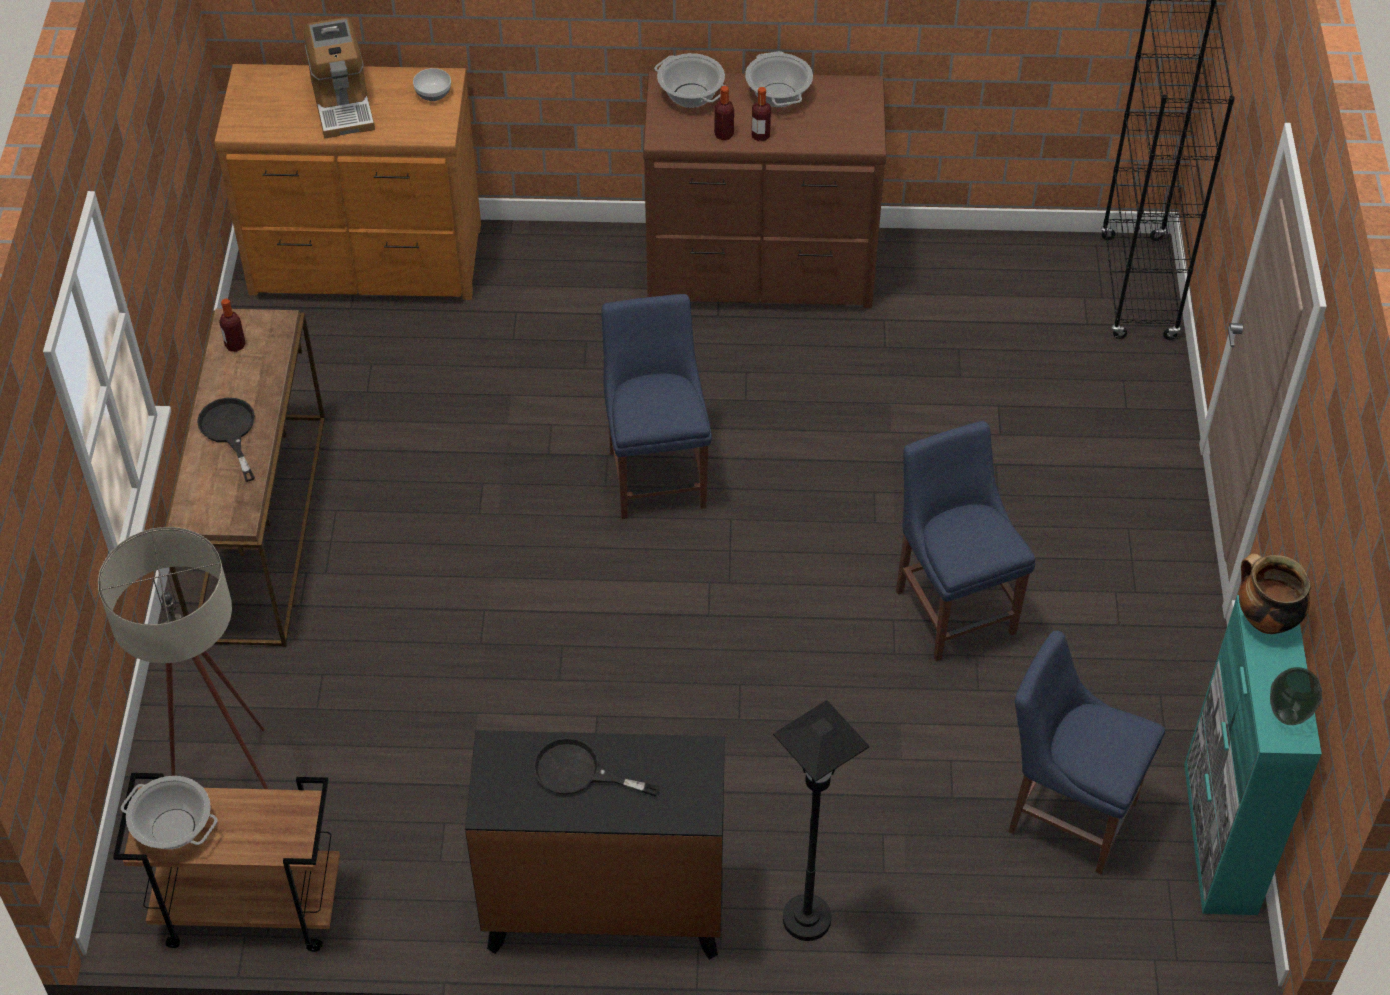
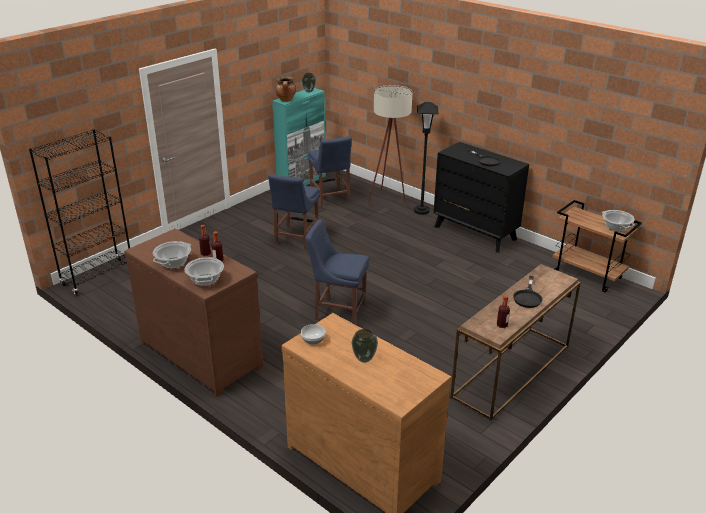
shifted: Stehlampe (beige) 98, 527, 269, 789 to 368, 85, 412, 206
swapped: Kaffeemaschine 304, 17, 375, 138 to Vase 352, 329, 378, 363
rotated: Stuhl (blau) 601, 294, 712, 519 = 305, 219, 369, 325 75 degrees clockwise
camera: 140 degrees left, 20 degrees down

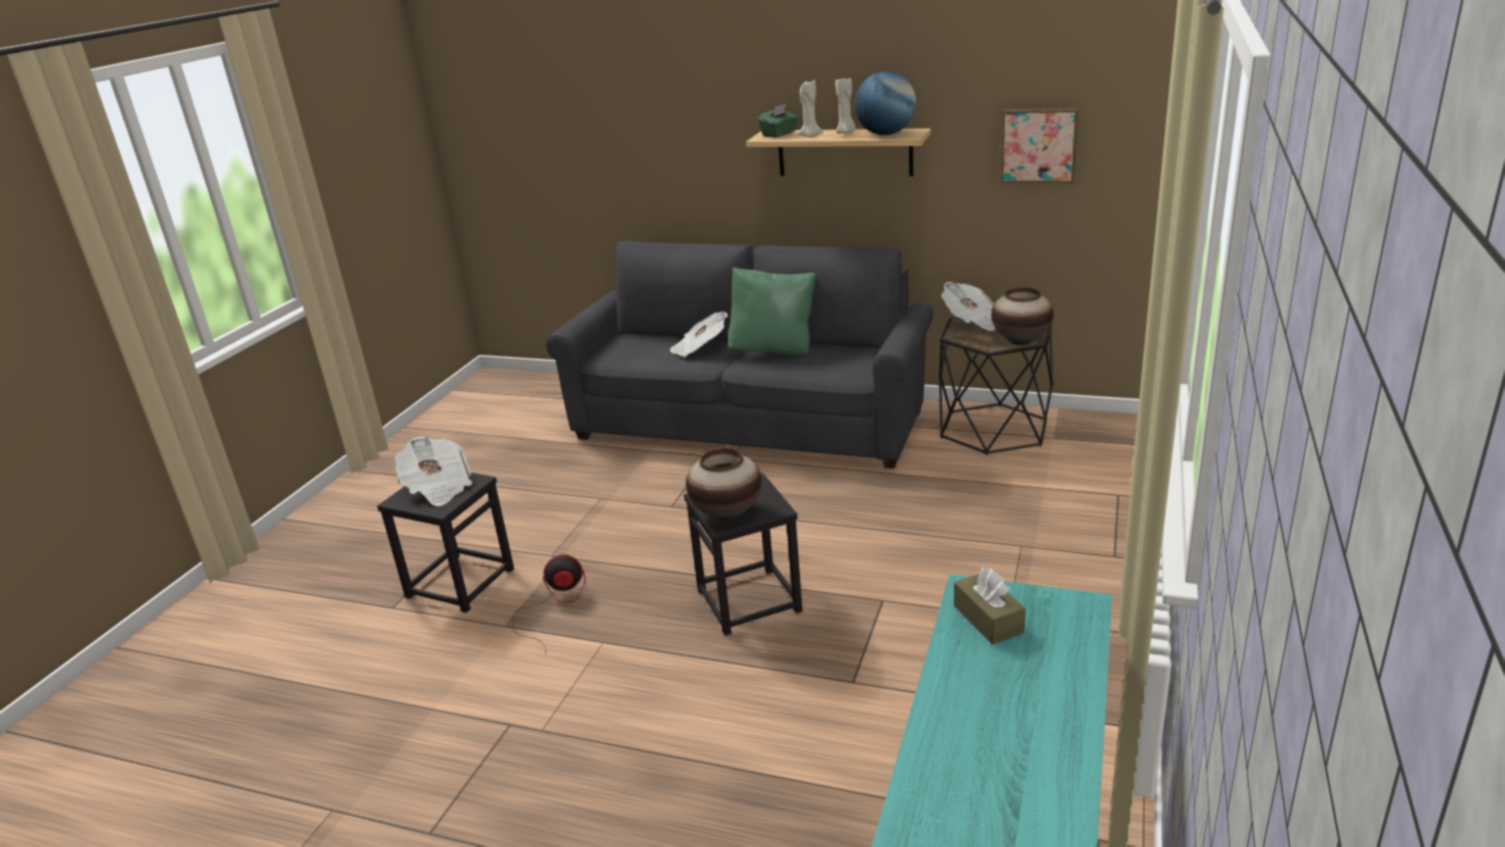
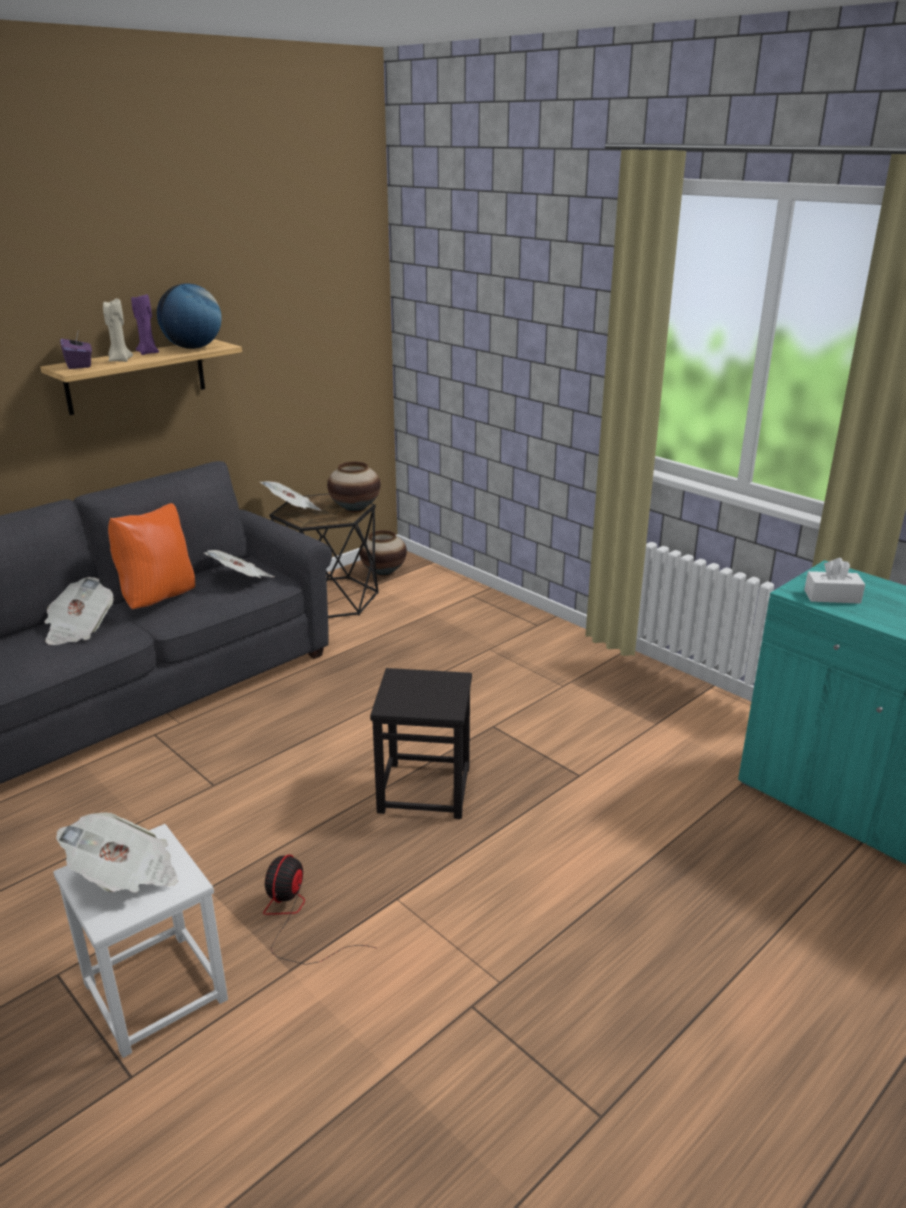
gone: Bild 1001, 108, 1078, 183
new: Zeitung 204, 550, 275, 578
shifted: Vase 686, 448, 762, 521 to 359, 530, 407, 576
repainted: Hocker (schwarz) 377, 473, 514, 613 to Hocker (weiß) 53, 824, 228, 1058; Taschentuchbox (grün) 758, 104, 798, 138 to Taschentuchbox (lila) 60, 333, 92, 369; Kissen (grün) 728, 267, 816, 355 to Kissen (orange) 108, 503, 195, 609; Kerze (beige) 835, 77, 856, 134 to Kerze (lila) 131, 294, 159, 355; Taschentuchbox (braun) 954, 567, 1026, 645 to Taschentuchbox (weiß) 804, 558, 865, 604
camera: 65 degrees left, 0 degrees up

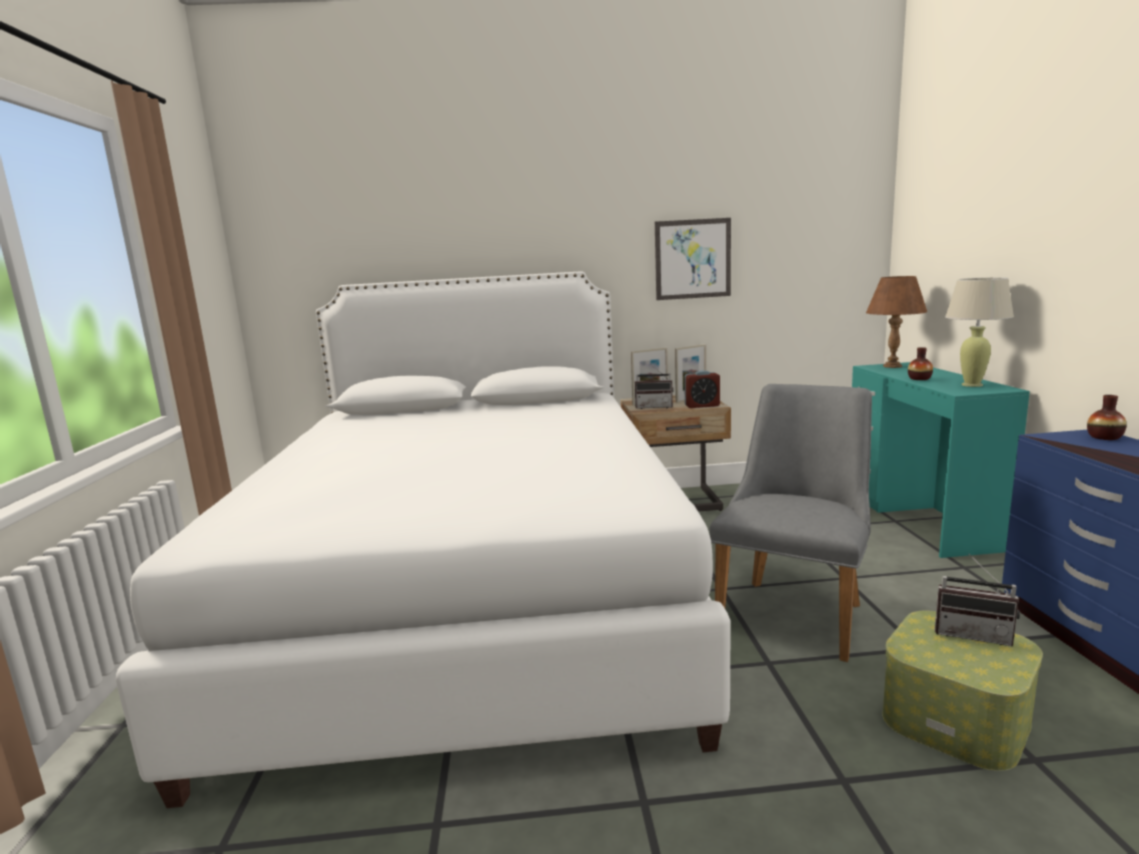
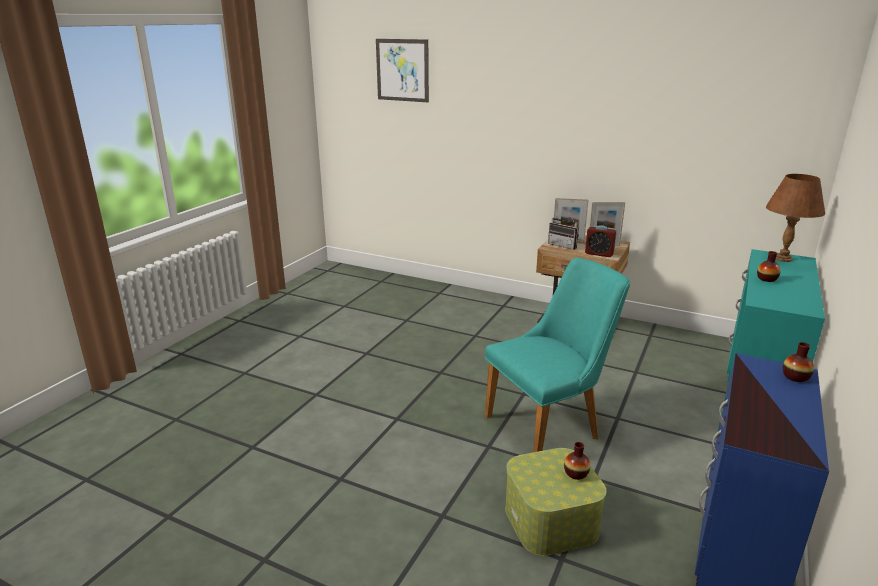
gone: Bett (weiß) 116, 271, 731, 808; Tischlampe (beige) 945, 277, 1014, 387
shifted: Bild 655, 218, 731, 300 to 376, 39, 429, 102
swapped: Radio 934, 554, 1020, 646 to Vase 564, 442, 590, 480
repainted: Stuhl (grau) 710, 384, 872, 662 to Stuhl (türkis) 485, 258, 630, 452
camera: 30 degrees right, 10 degrees up

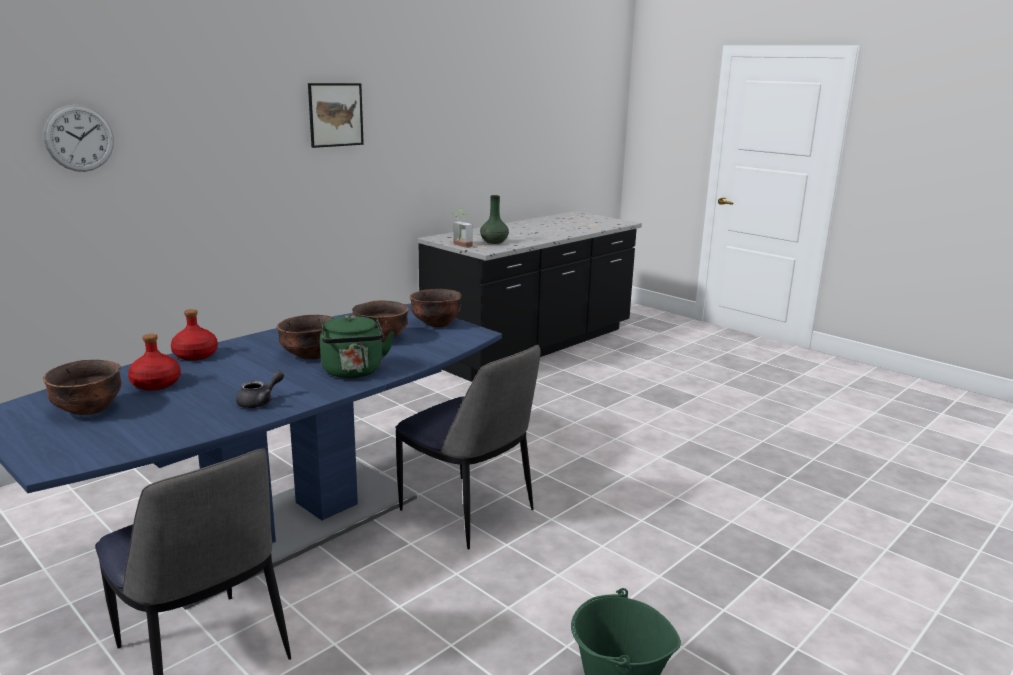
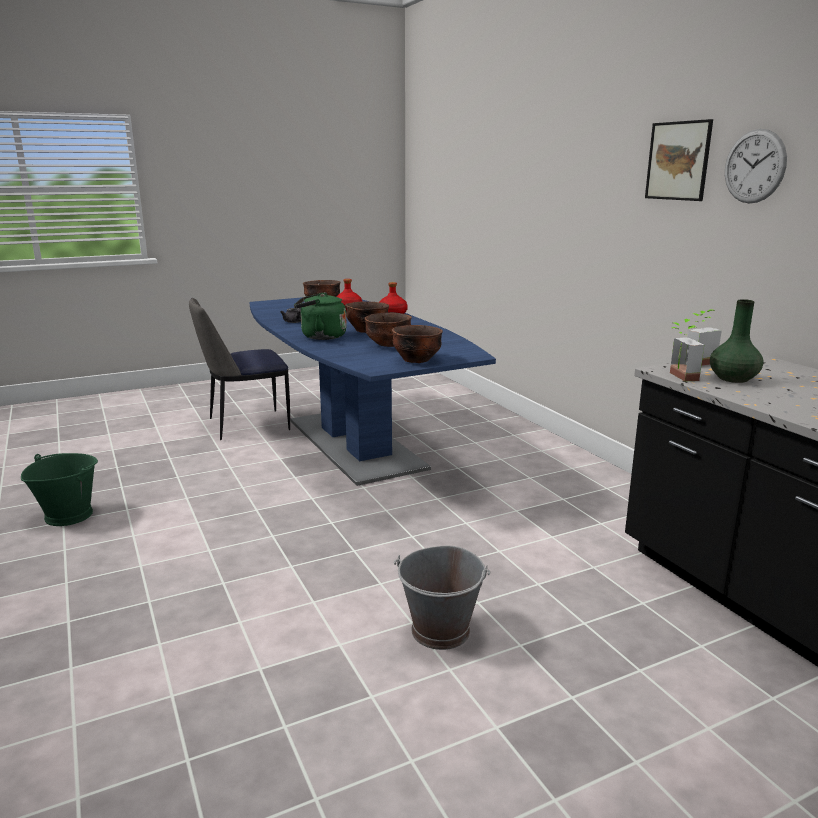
gone: Stuhl 395, 345, 541, 549
new: Eimer (grau) 394, 546, 490, 650; Topfpflanze 670, 319, 704, 382
shifted: Wanduhr 43, 105, 114, 172 to 725, 129, 787, 204
camera: 110 degrees right, 0 degrees up

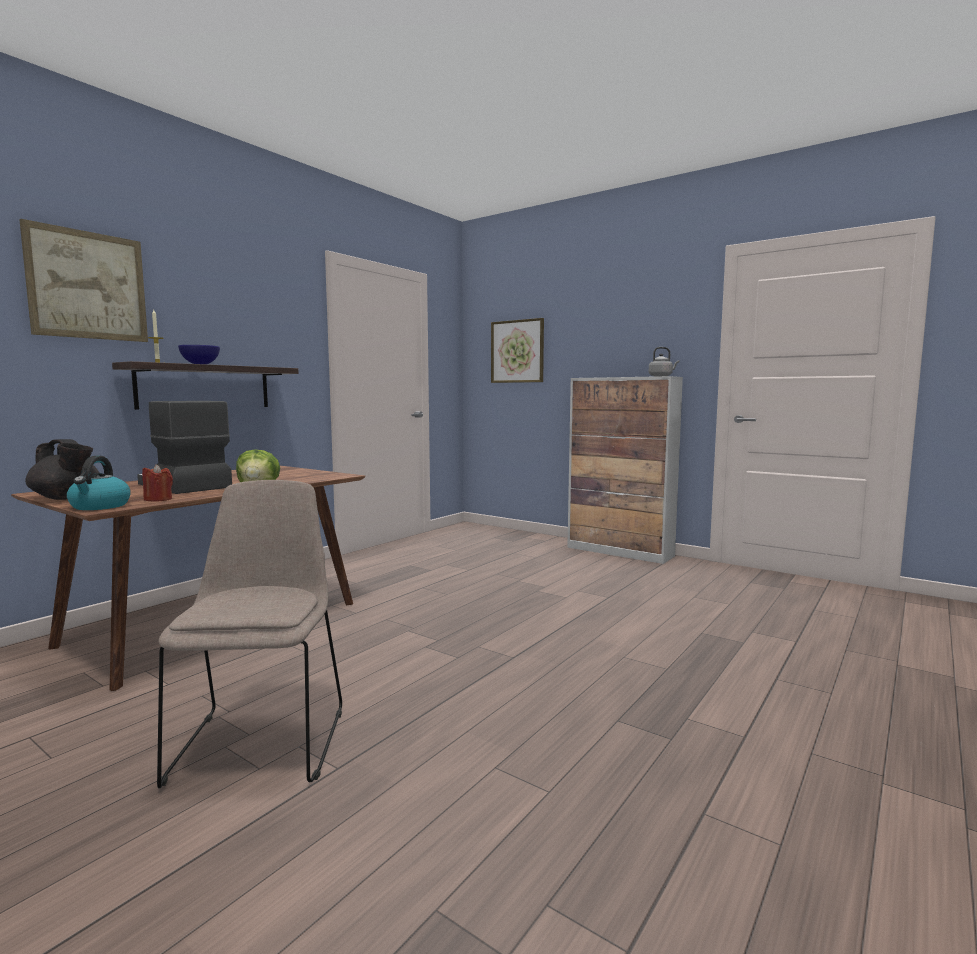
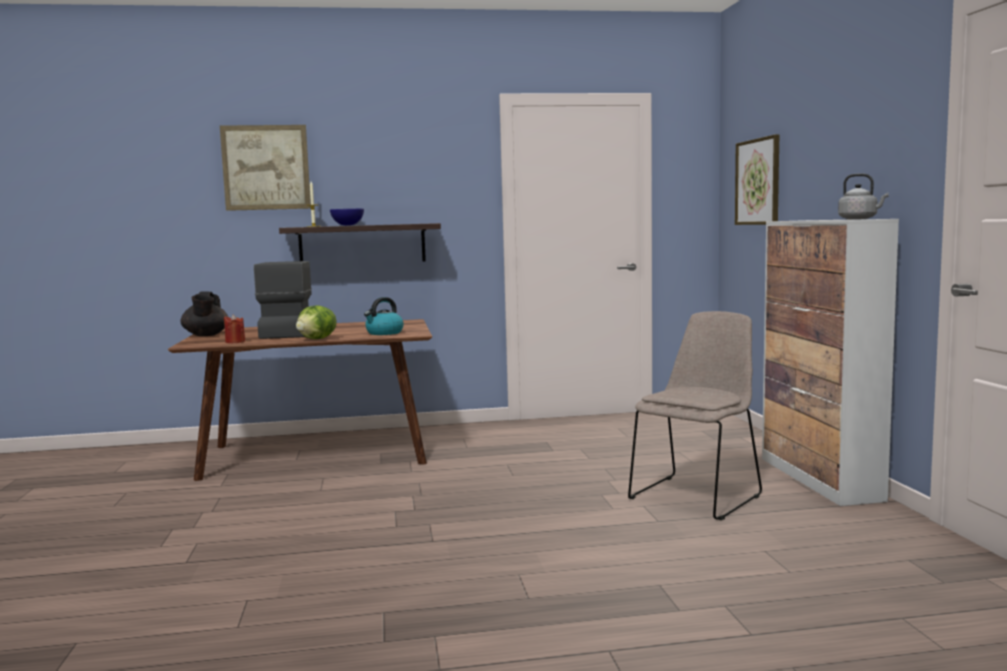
shifted: Wasserkessel 67, 456, 131, 510 to 364, 297, 404, 335; Stuhl (beige) 157, 480, 342, 789 to 628, 311, 762, 520
camera: 45 degrees right, 0 degrees up

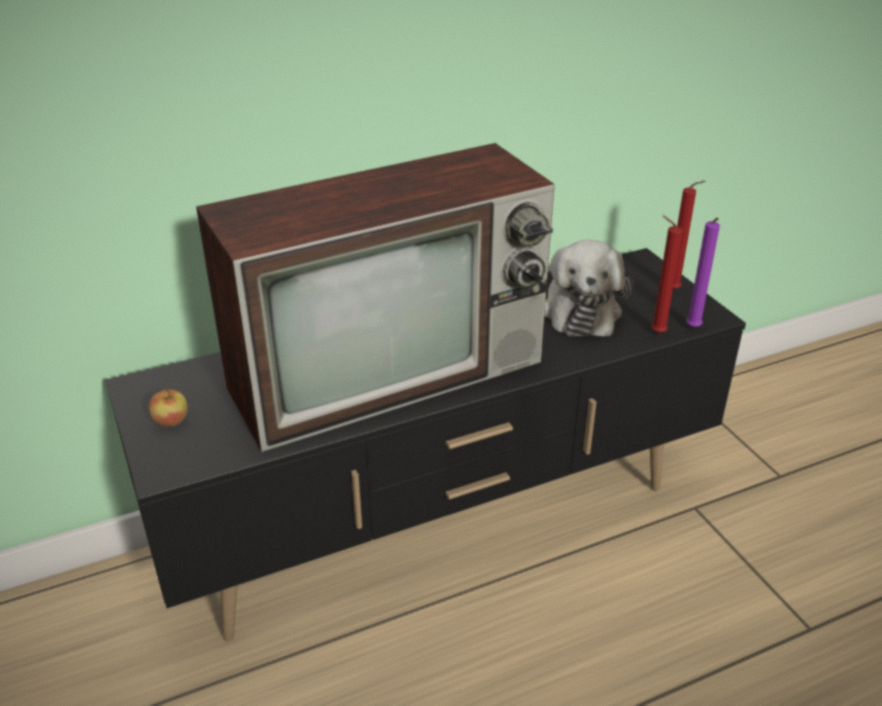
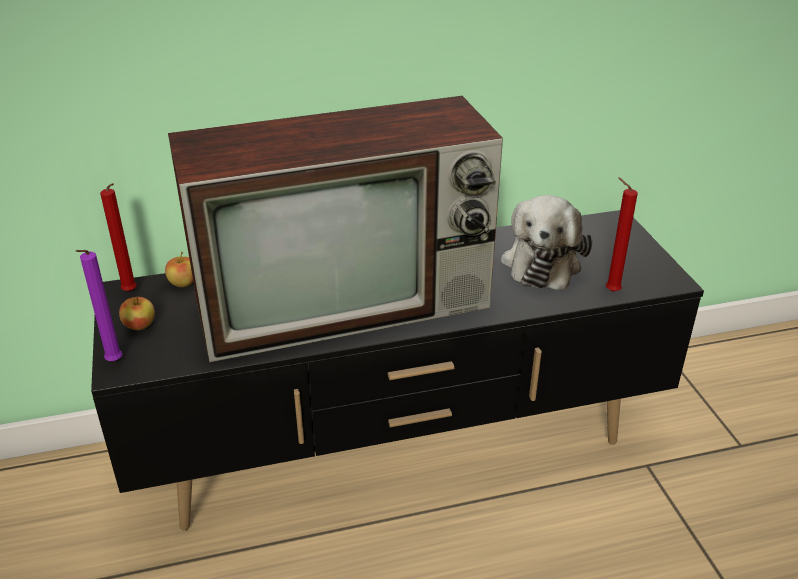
new: Apfel 165, 251, 193, 287
shifted: Kerze (lila) 686, 218, 720, 328 to 76, 250, 122, 361; Kerze (rot) 673, 181, 705, 290 to 100, 183, 137, 292
camera: 10 degrees right, 0 degrees up

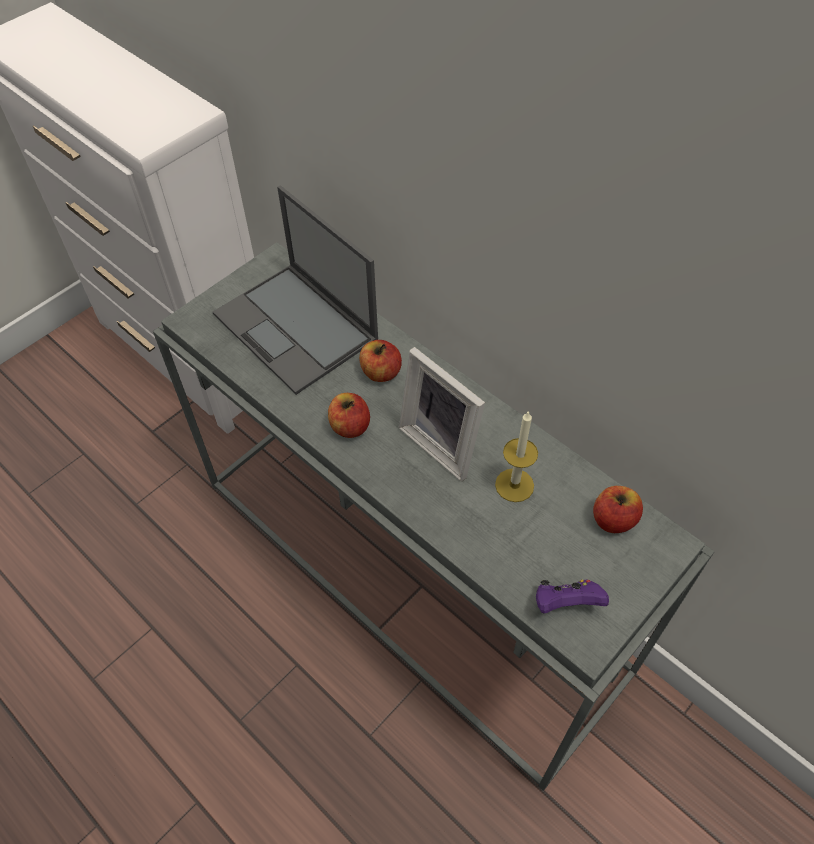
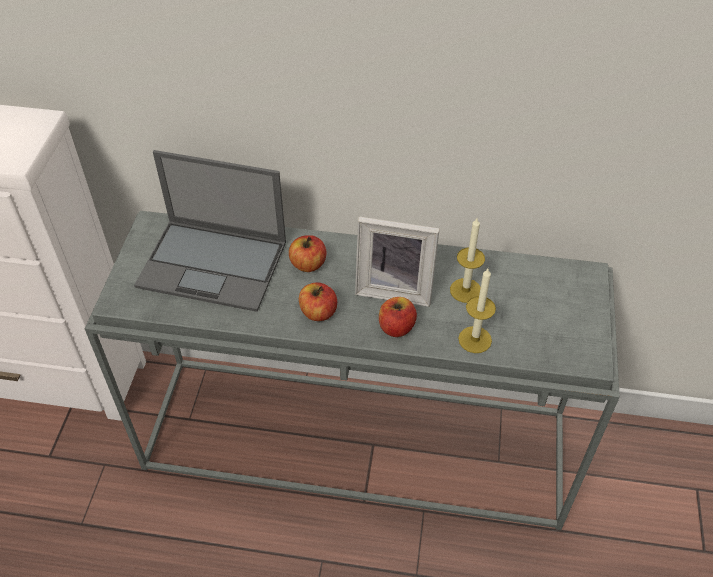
gone: Gamepad (lila) 536, 579, 609, 614
new: Kerze 458, 269, 496, 353
shifted: Apfel 593, 486, 643, 533 to 379, 297, 417, 337
camera: 35 degrees left, 5 degrees down

